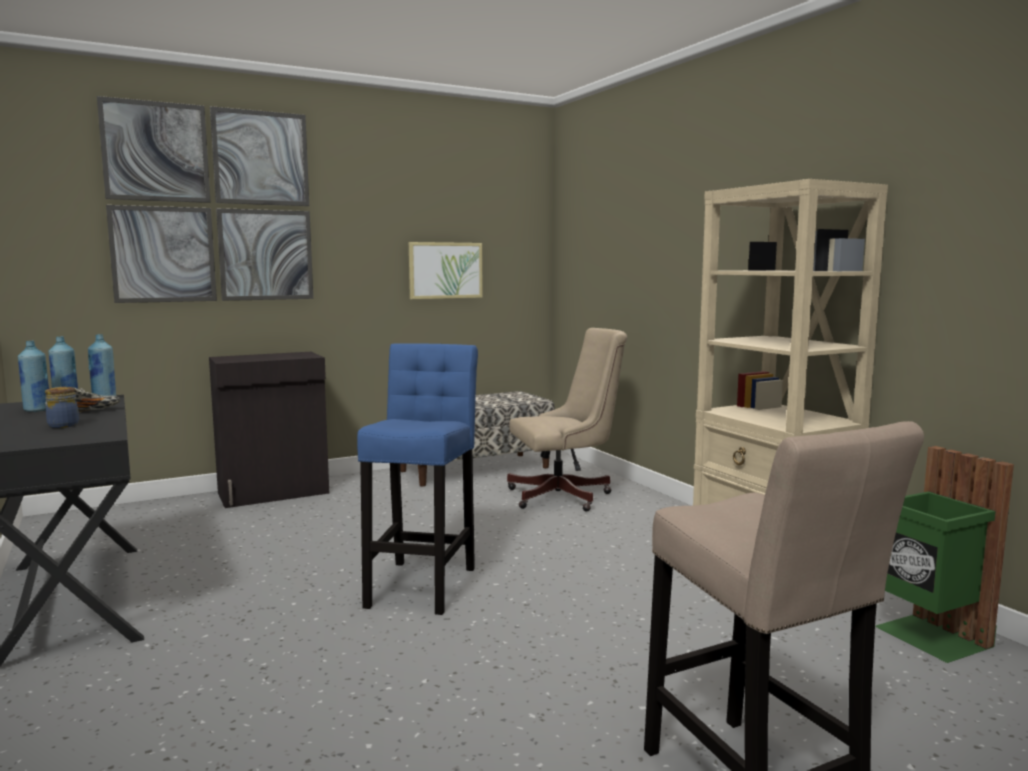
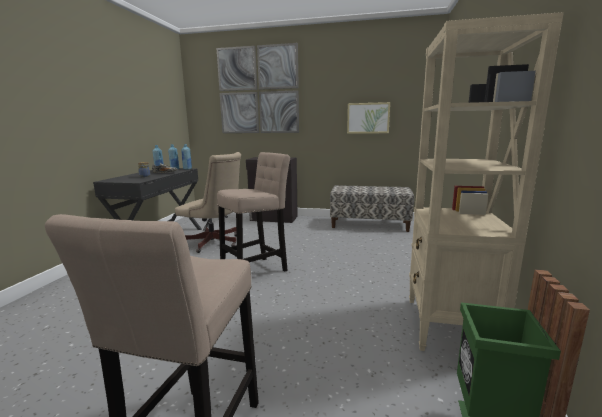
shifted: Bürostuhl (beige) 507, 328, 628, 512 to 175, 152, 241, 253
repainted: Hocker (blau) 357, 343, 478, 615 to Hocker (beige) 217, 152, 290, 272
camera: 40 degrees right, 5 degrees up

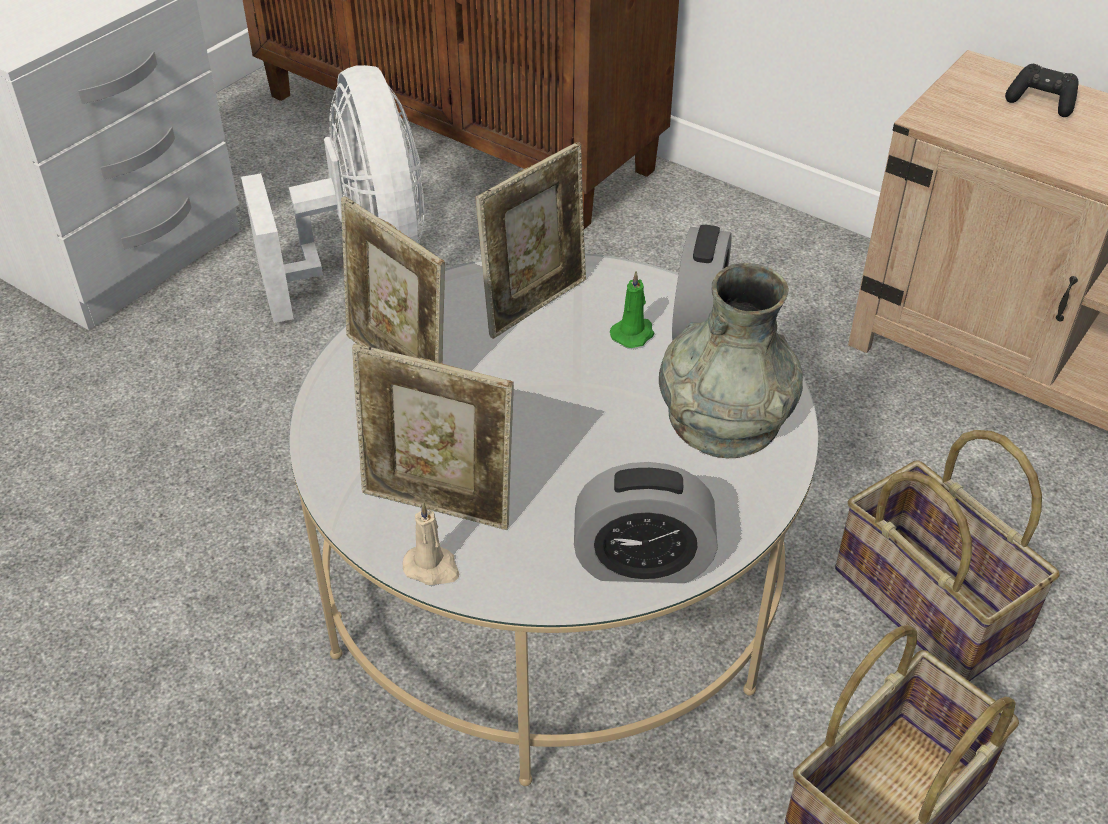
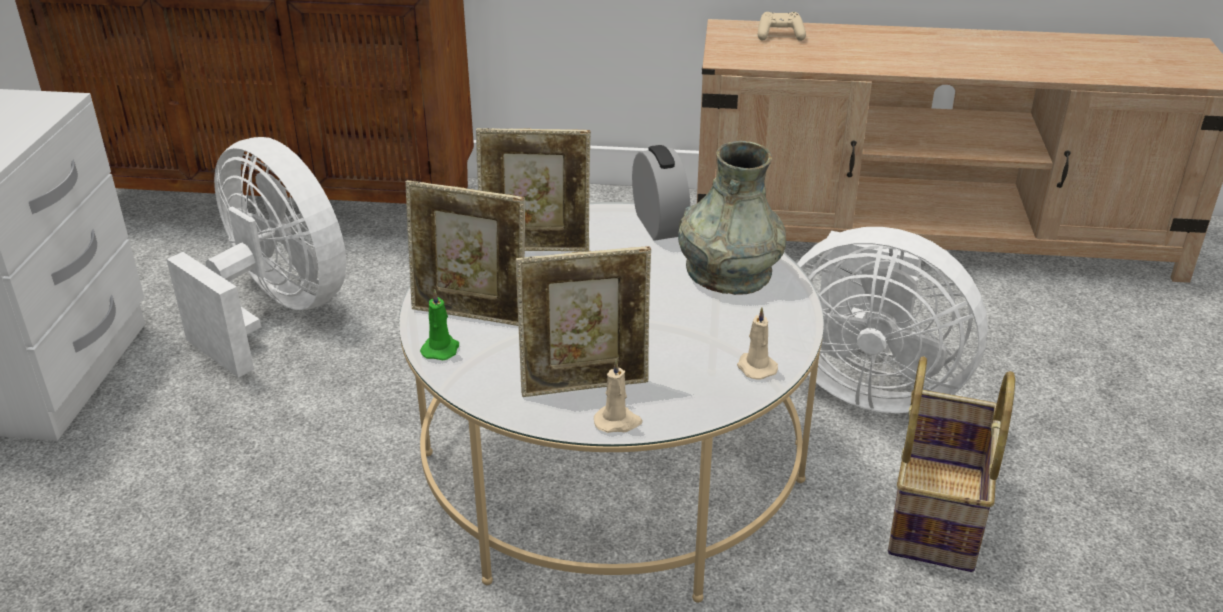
shifted: Kerze (grün) 610, 271, 655, 348 to 420, 289, 459, 360
swapped: Wecker 574, 462, 718, 583 to Kerze (beige) 737, 307, 778, 380; Korb 835, 430, 1060, 681 to Ventilator (weiß) 797, 227, 988, 413
repainted: Gamepad (schwarz) 1005, 64, 1078, 117 to Gamepad (beige) 758, 12, 806, 41
rotated: Bilderrahmen 476, 142, 586, 339 = 476, 128, 591, 252 75 degrees clockwise
camera: 30 degrees left, 10 degrees down

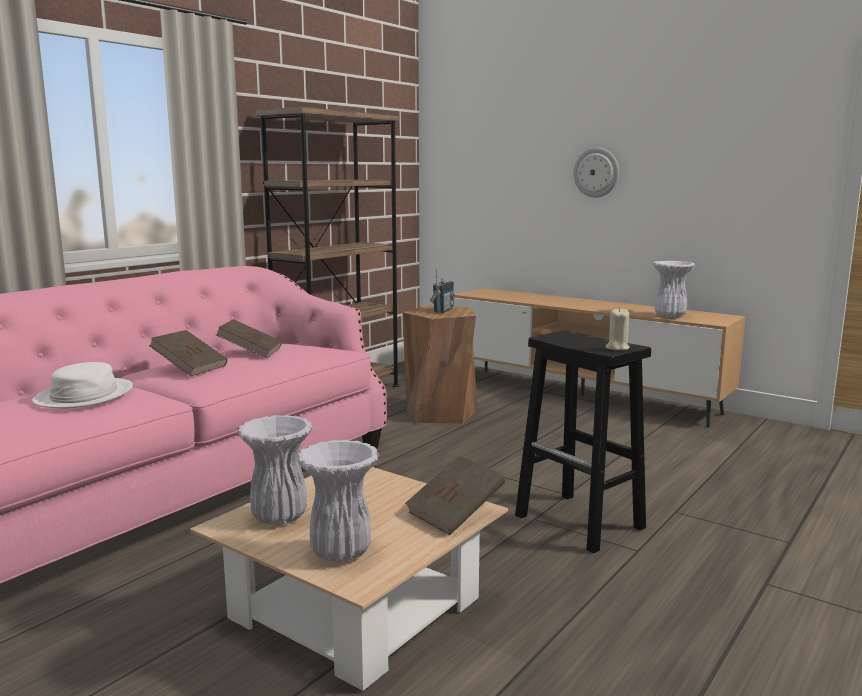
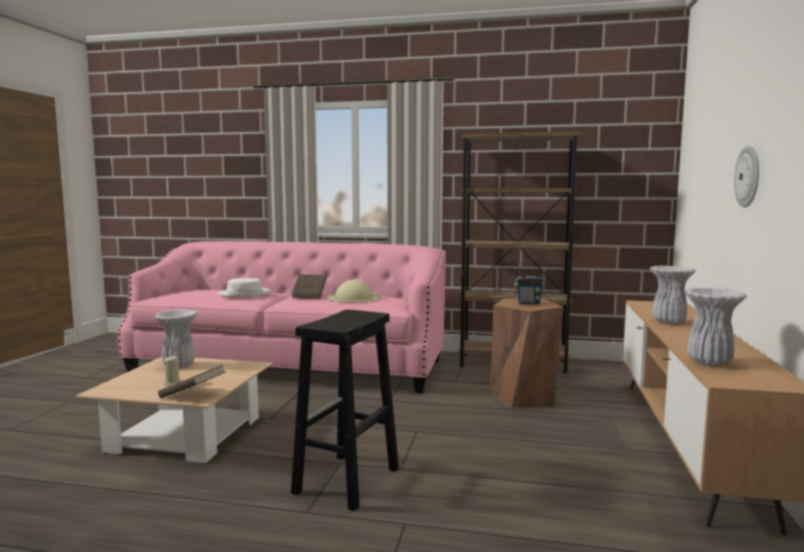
shifted: Kerze (beige) 606, 308, 630, 350 to 163, 356, 182, 386; Vase (weiß) 297, 440, 379, 562 to 650, 266, 696, 324
swapped: Buch (braun) 216, 319, 282, 358 to Hut (beige) 327, 280, 381, 302
camera: 65 degrees right, 5 degrees down

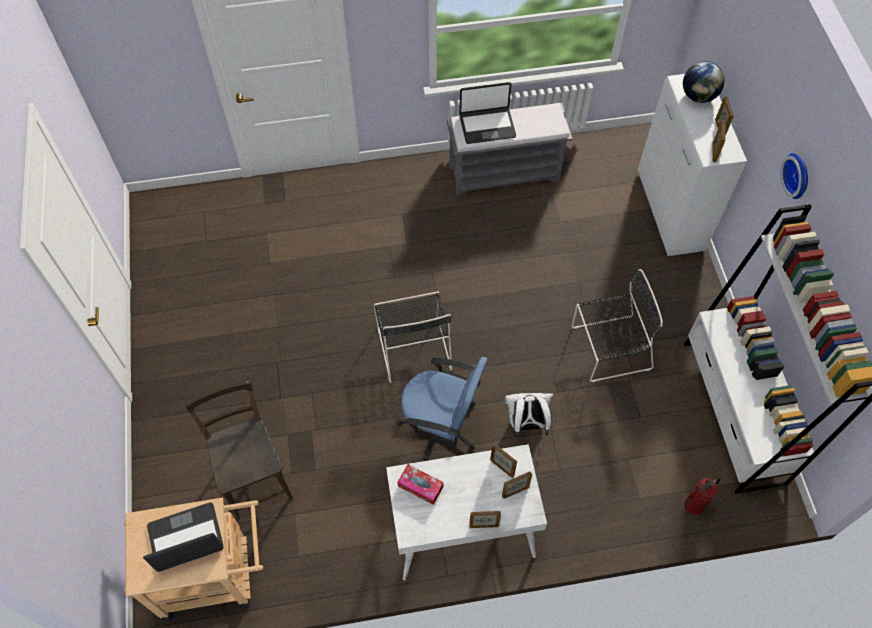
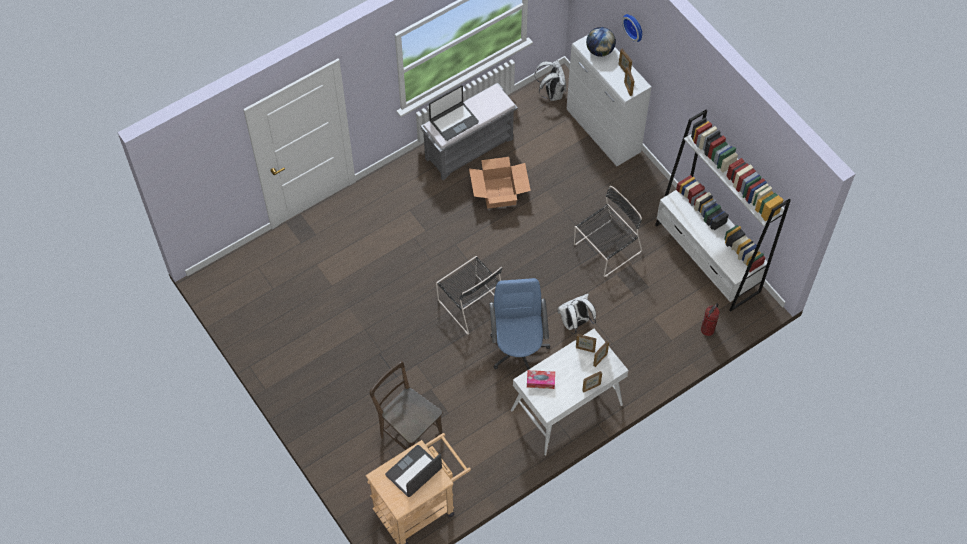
new: Karton 469, 157, 531, 209; Rucksack (weiß) 534, 60, 566, 101
shifted: Wanduhr 781, 153, 808, 199 to 622, 14, 642, 42
rotated: Bürostuhl (blau) 397, 357, 487, 461 = 489, 278, 550, 370 90 degrees counterclockwise
camera: 25 degrees left, 0 degrees up

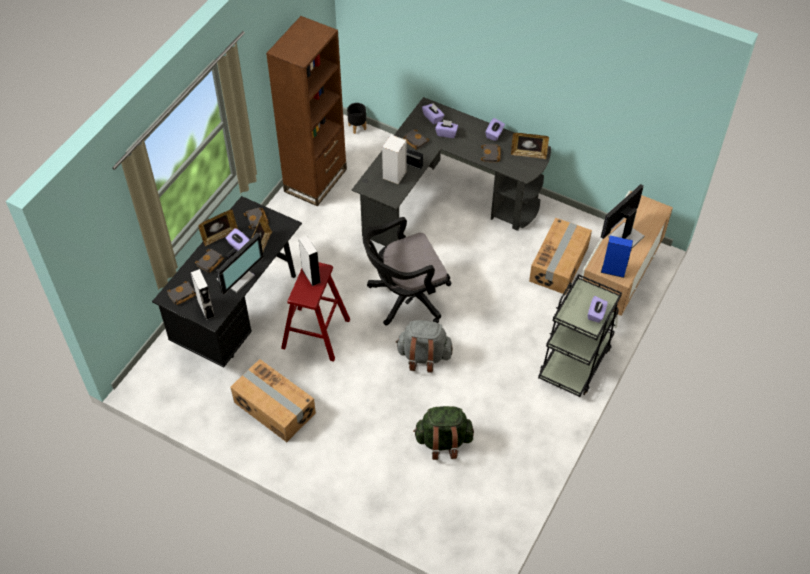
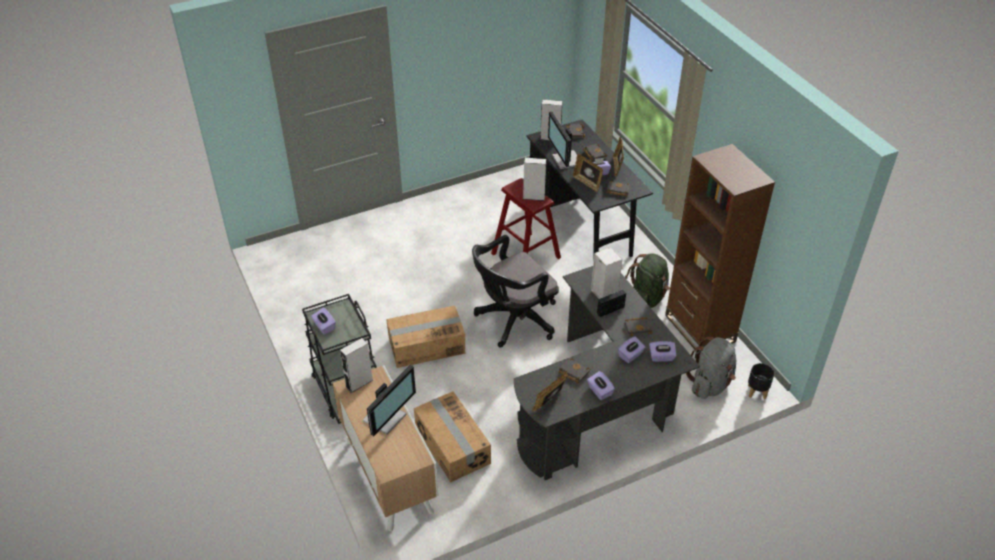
shifted: Karton 230, 359, 316, 442 to 386, 305, 465, 368; Rucksack (grün) 413, 406, 474, 460 to 625, 253, 670, 308; Rucksack (grau) 396, 320, 453, 372 to 686, 337, 737, 399
repainted: Lautsprecher (blau) 601, 235, 633, 278 to Lautsprecher (grau) 340, 338, 373, 393
rotated: Monitor 601, 184, 645, 248 = 363, 365, 416, 436 45 degrees clockwise; Bürostuhl (schwarz) 363, 217, 451, 325 = 472, 235, 559, 348 135 degrees counterclockwise
camera: 125 degrees right, 10 degrees down

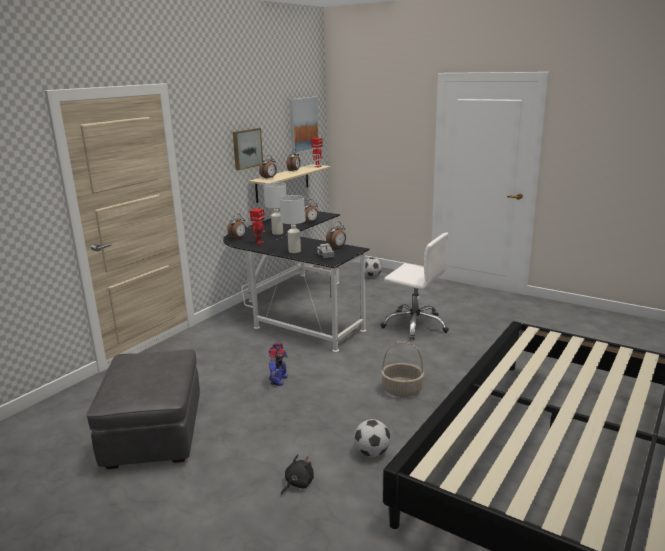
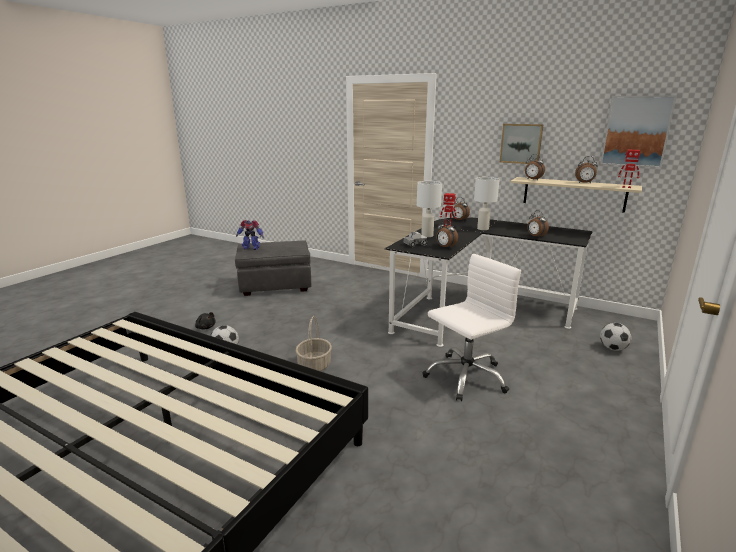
shifted: Spielzeugroboter 269, 342, 288, 386 to 236, 220, 264, 250
rotated: Bürostuhl (weiß) 381, 233, 449, 340 = 422, 254, 521, 401 150 degrees counterclockwise
camera: 85 degrees right, 0 degrees up

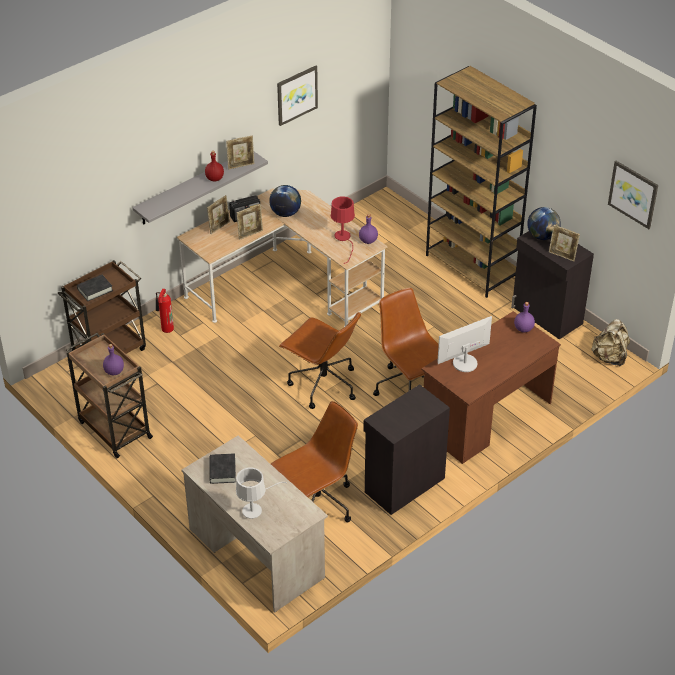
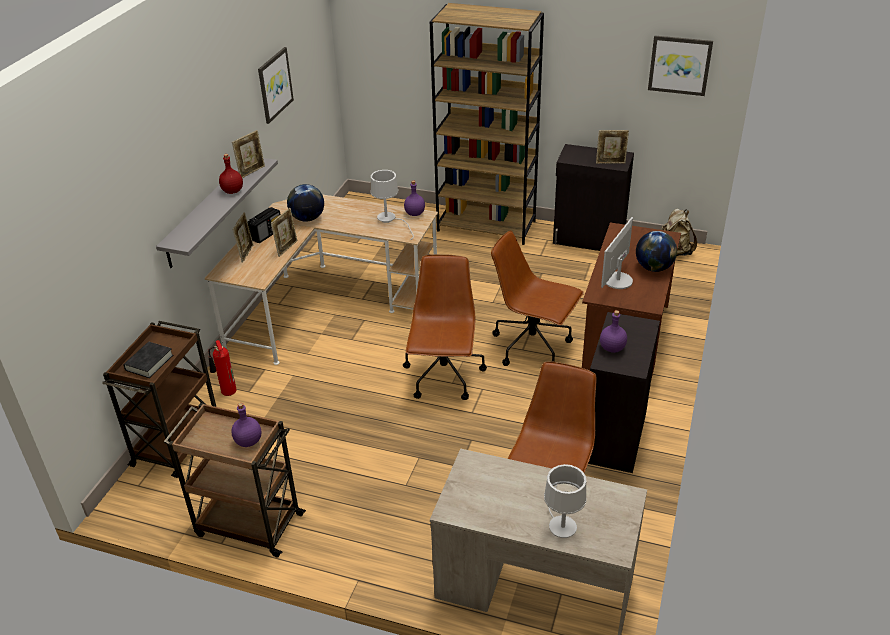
gone: Buch (schwarz) 210, 453, 236, 484
shifted: Flasche (lila) 514, 302, 535, 332 to 600, 310, 627, 353; Globus 527, 207, 561, 240 to 636, 231, 677, 272
repainted: Tischlampe (rot) 331, 196, 355, 264 to Tischlampe (weiß) 371, 170, 414, 240
rotated: Bürostuhl (braun) 279, 312, 361, 409 = 403, 254, 487, 400 90 degrees counterclockwise
camera: 30 degrees left, 5 degrees down

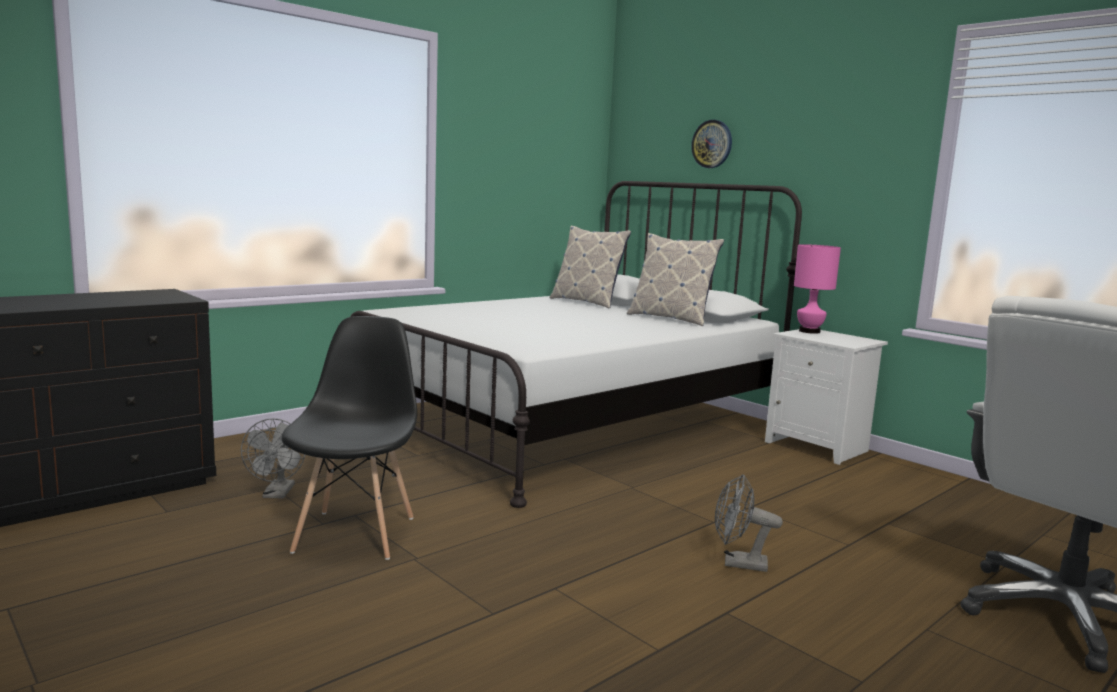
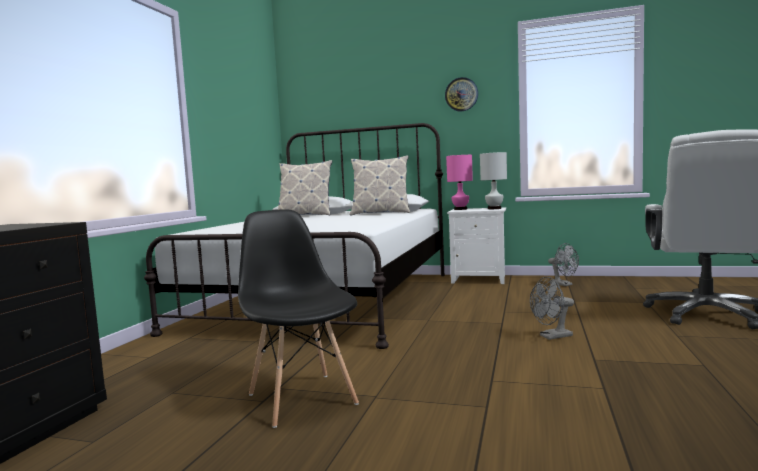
new: Tischlampe (weiß) 480, 152, 507, 209
shifted: Wanduhr 691, 120, 732, 168 to 445, 77, 478, 112; Ventilator (grau) 241, 418, 305, 498 to 548, 243, 579, 286
camera: 30 degrees left, 5 degrees down

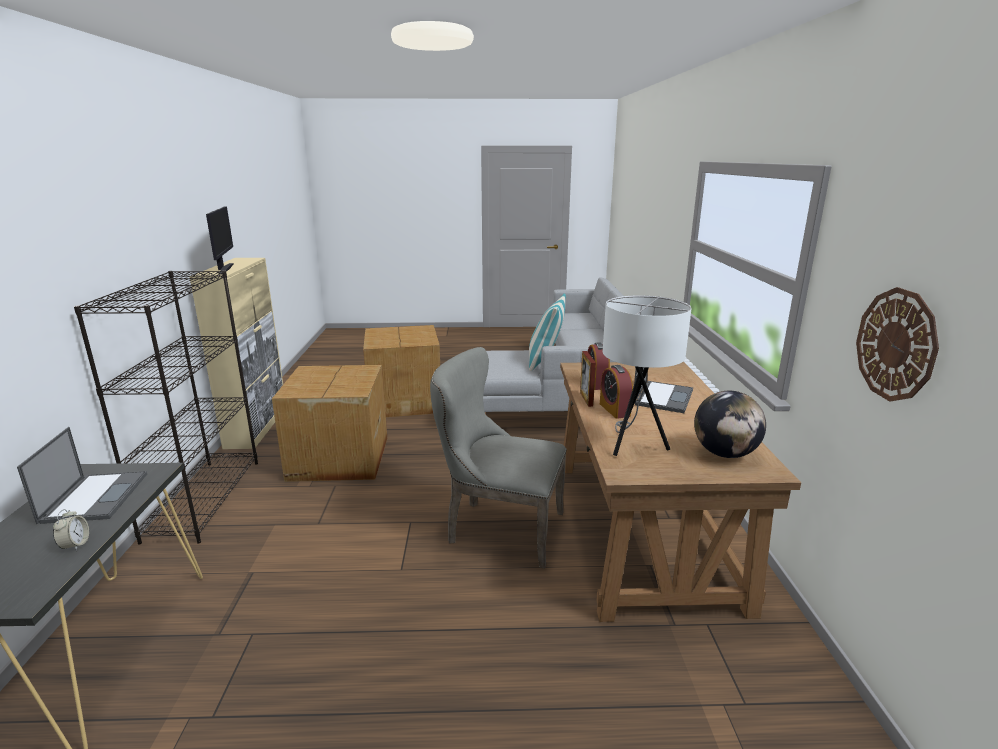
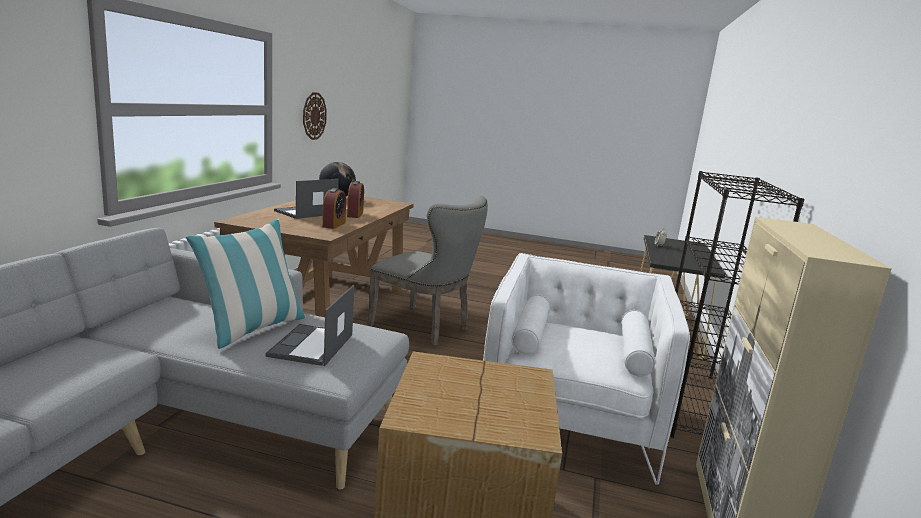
gone: Monitor 206, 206, 234, 275; Bilderrahmen 580, 351, 596, 407; Tischlampe (weiß) 603, 296, 692, 456
shifted: Laptop 17, 427, 147, 524 to 266, 285, 354, 366
swapped: Karton 272, 365, 387, 482 to Sessel (weiß) 483, 253, 690, 485
camera: 165 degrees left, 5 degrees down

